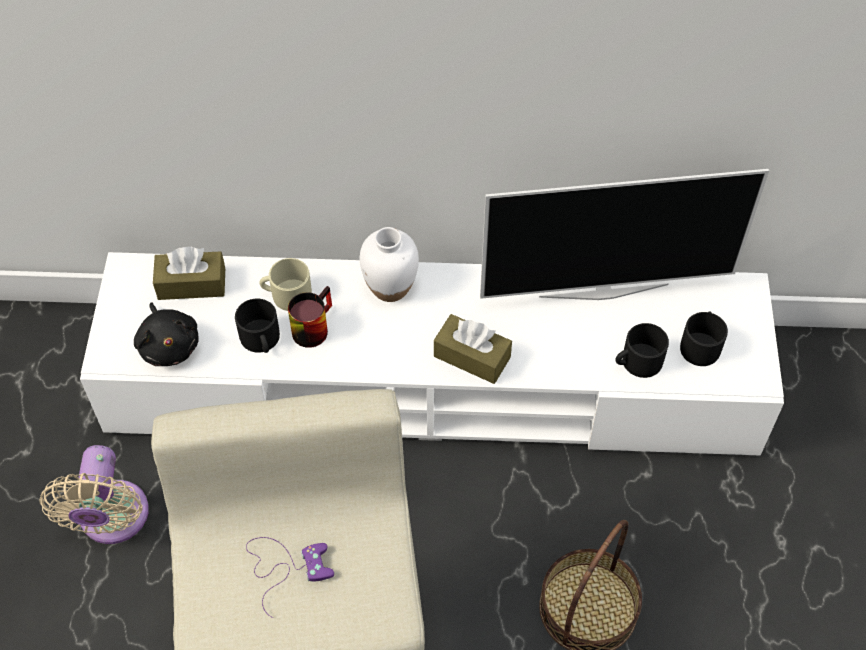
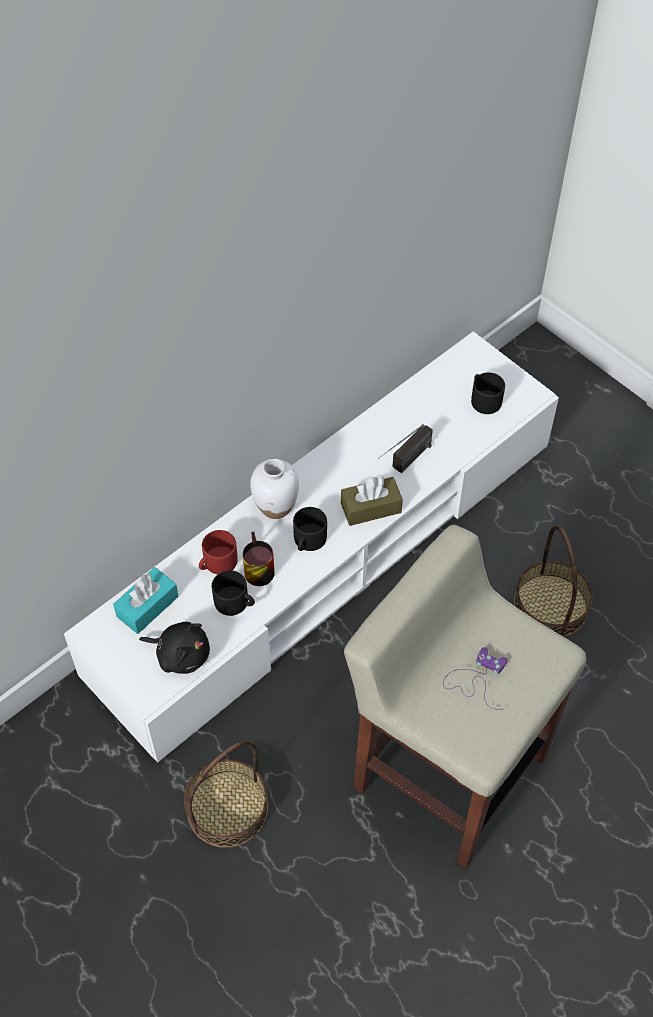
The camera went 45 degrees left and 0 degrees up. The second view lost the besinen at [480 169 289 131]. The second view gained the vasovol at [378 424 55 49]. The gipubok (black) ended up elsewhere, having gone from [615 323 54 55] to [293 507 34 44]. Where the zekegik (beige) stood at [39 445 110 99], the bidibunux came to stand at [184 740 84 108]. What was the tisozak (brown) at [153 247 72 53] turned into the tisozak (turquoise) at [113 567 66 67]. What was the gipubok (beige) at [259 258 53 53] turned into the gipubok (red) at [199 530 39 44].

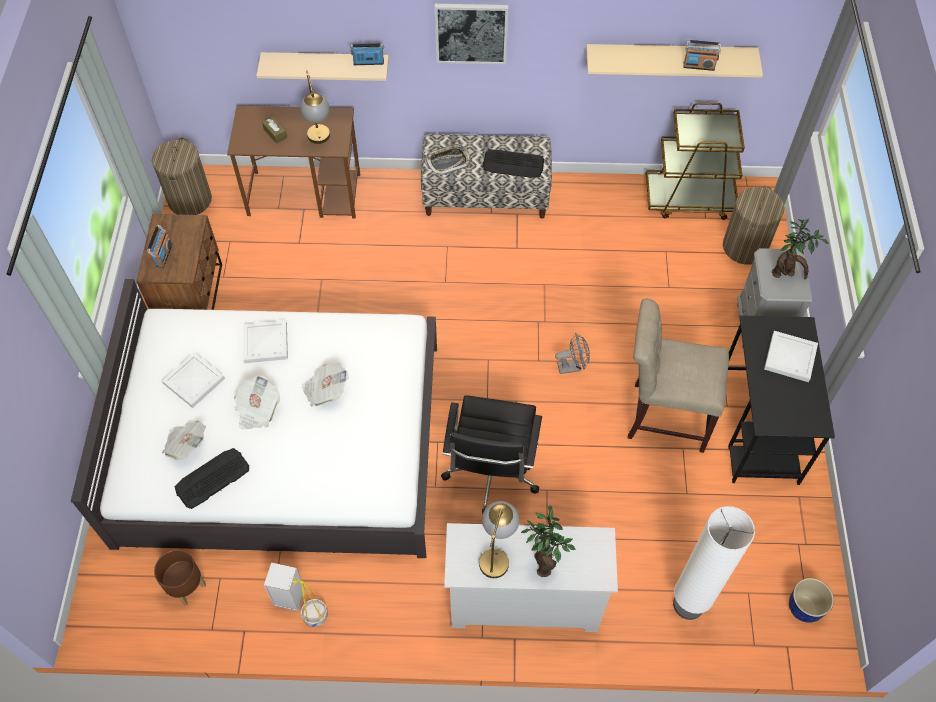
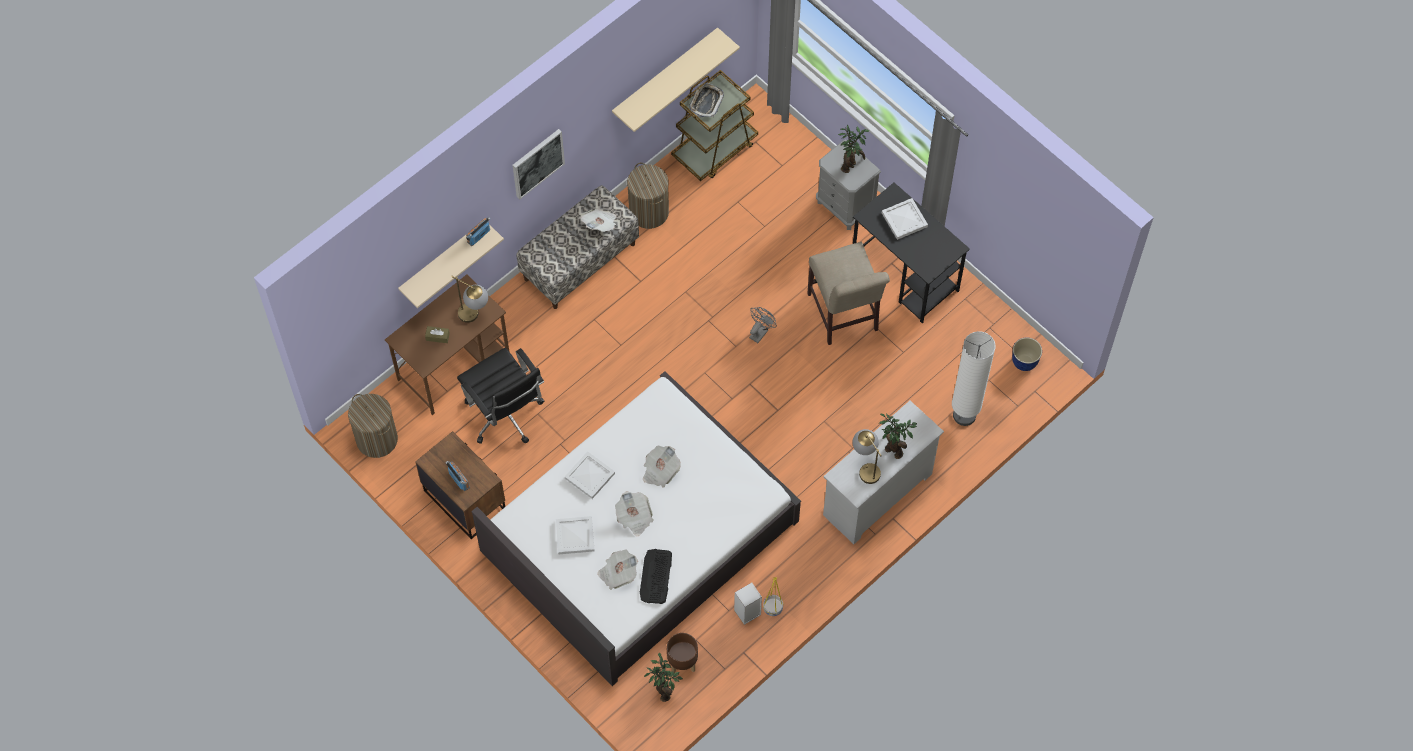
The camera went 45 degrees left and 5 degrees up. The second view lost the vasovol at [683 40 38 31]. The second view gained the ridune at [644 653 39 49]. The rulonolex ended up elsewhere, having gone from [425 143 47 33] to [689 83 35 34]. The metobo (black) ended up elsewhere, having gone from [441 395 101 120] to [457 348 87 96]. The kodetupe ended up elsewhere, having gone from [723 186 62 79] to [627 162 42 67]. Where the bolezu stood at [483 149 61 29], the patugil came to stand at [581 209 36 23]. The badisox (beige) at [628 299 101 154] ended up facing another way, 75 degrees counterclockwise from before.

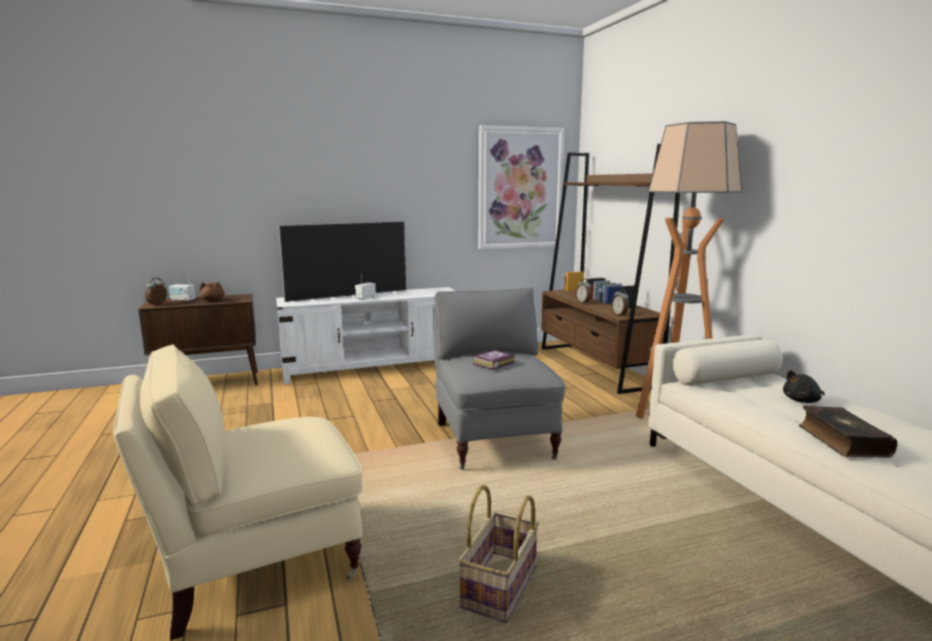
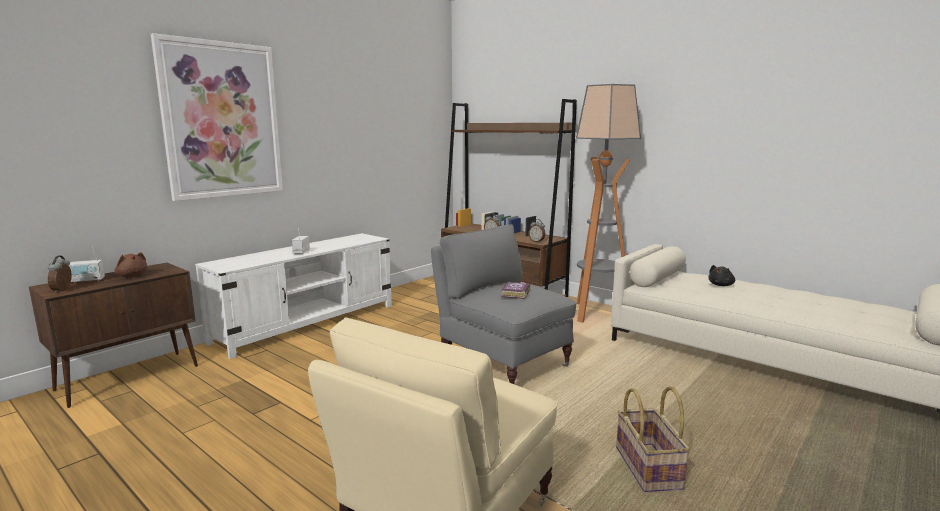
The camera went 30 degrees left and 0 degrees up. The second view lost the besinen at [279 221 127 81]. The second view lost the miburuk at [799 405 98 53]. The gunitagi ended up elsewhere, having gone from [479 125 85 124] to [151 33 132 168].

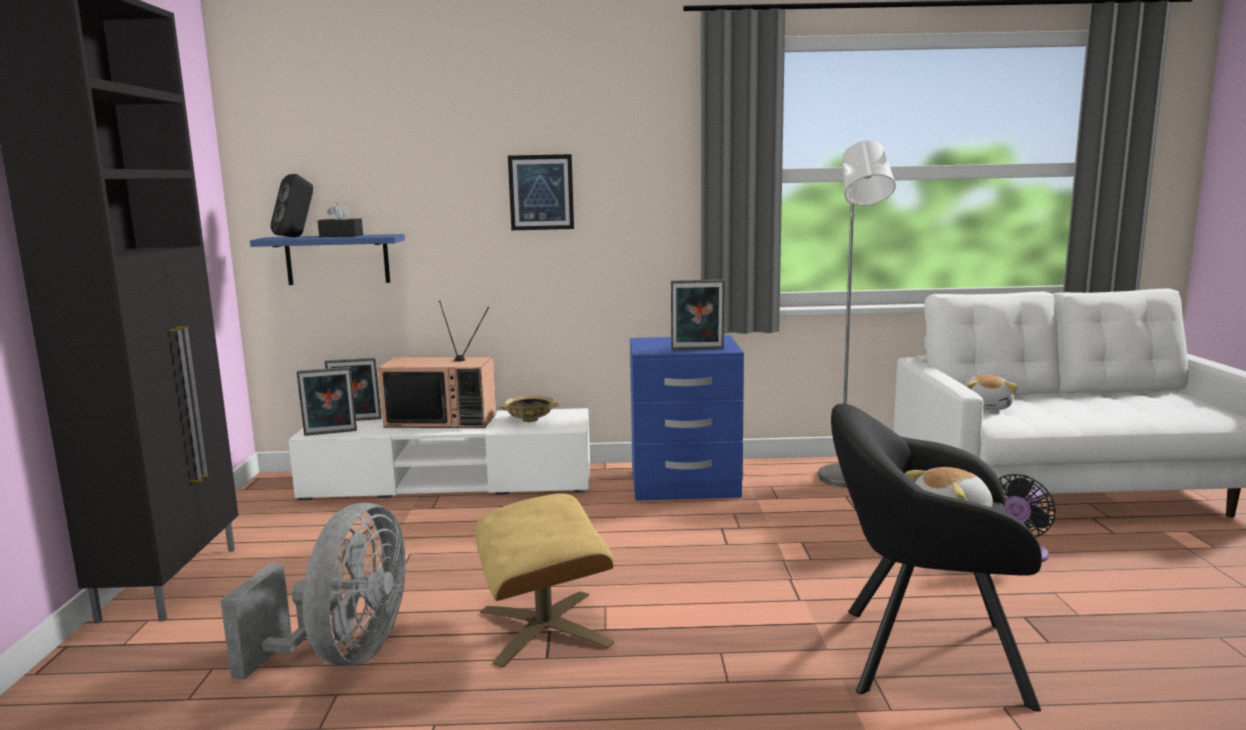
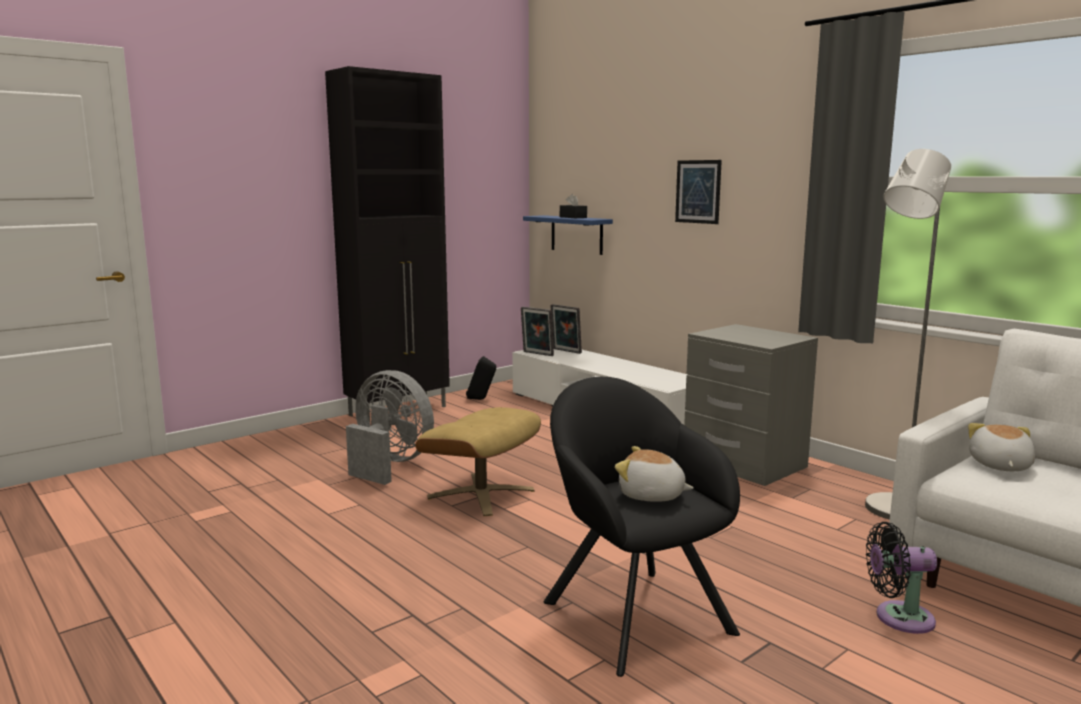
The camera went 50 degrees right and 0 degrees up. The second view lost the besinen at [378 301 118 127]. The second view lost the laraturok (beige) at [499 395 61 27]. The second view lost the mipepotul at [671 280 54 70]. The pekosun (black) ended up elsewhere, having gone from [270 174 43 63] to [466 356 30 44]. What was the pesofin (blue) at [630 336 114 165] turned into the pesofin (grey) at [684 324 134 162]. The zekegik (grey) at [220 503 186 177] ended up facing another way, 120 degrees counterclockwise from before. The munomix at [964 375 54 35] ended up facing another way, 135 degrees clockwise from before.

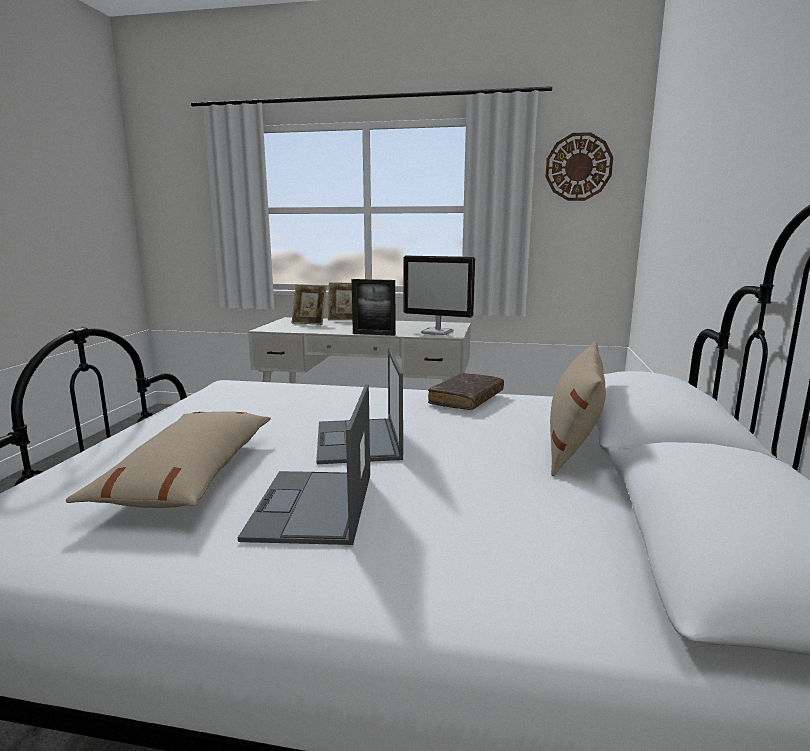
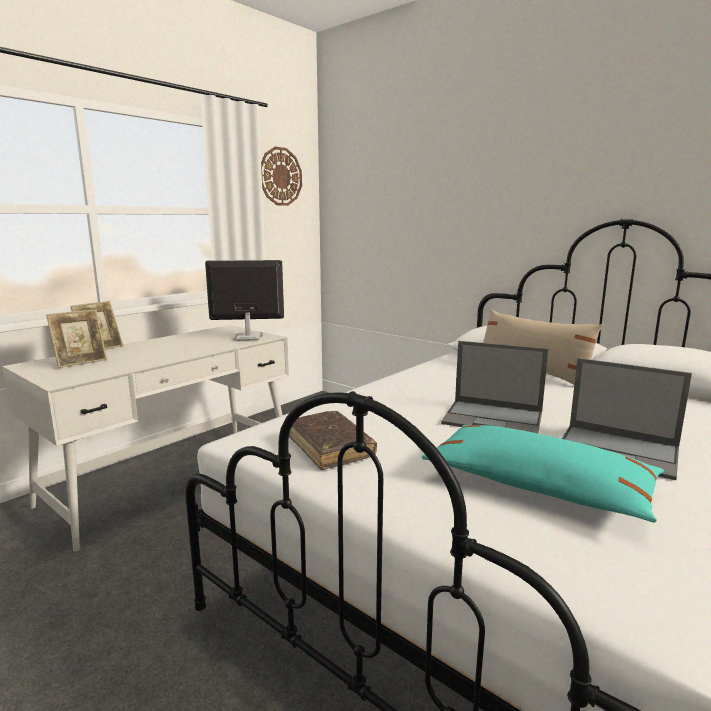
The camera went 60 degrees left and 0 degrees up. The second view lost the mipepotul at [352 279 44 57]. The miburuk (brown) ended up elsewhere, having gone from [428 373 76 37] to [289 411 88 59]. What was the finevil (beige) at [66 411 205 97] turned into the finevil (turquoise) at [422 425 242 97]. The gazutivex at [404 256 71 79] ended up facing another way, 150 degrees counterclockwise from before.

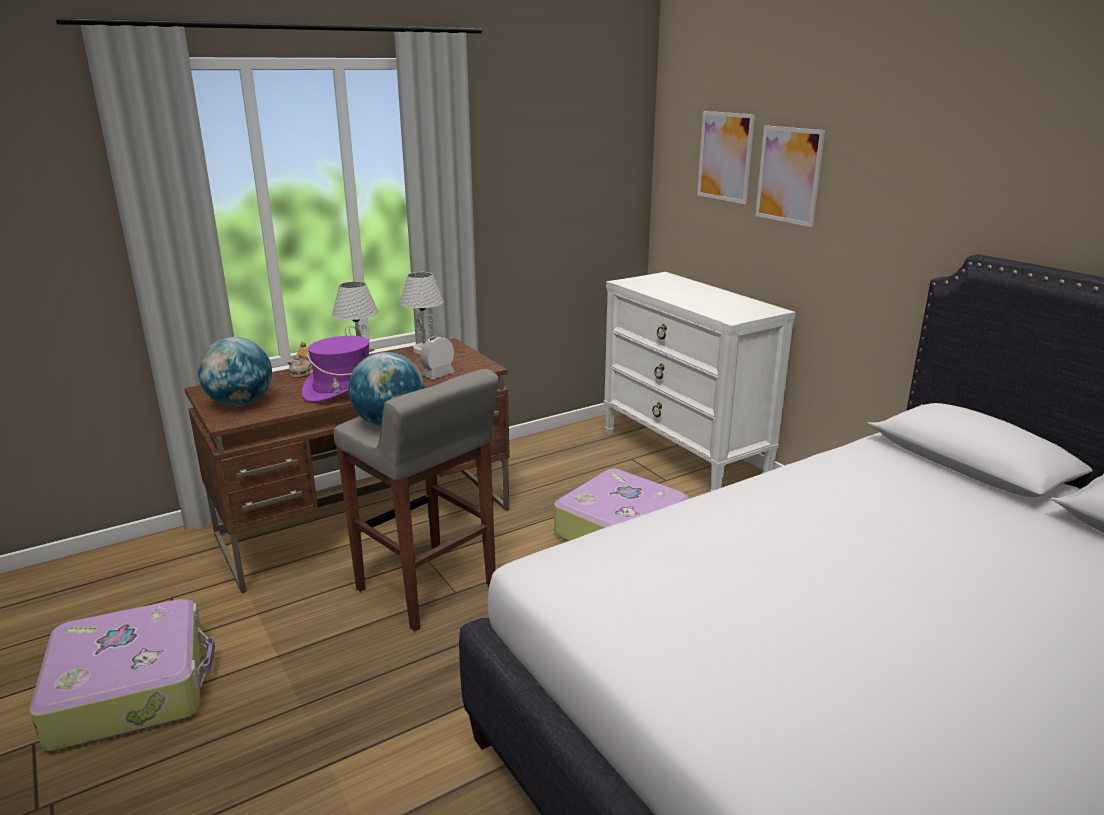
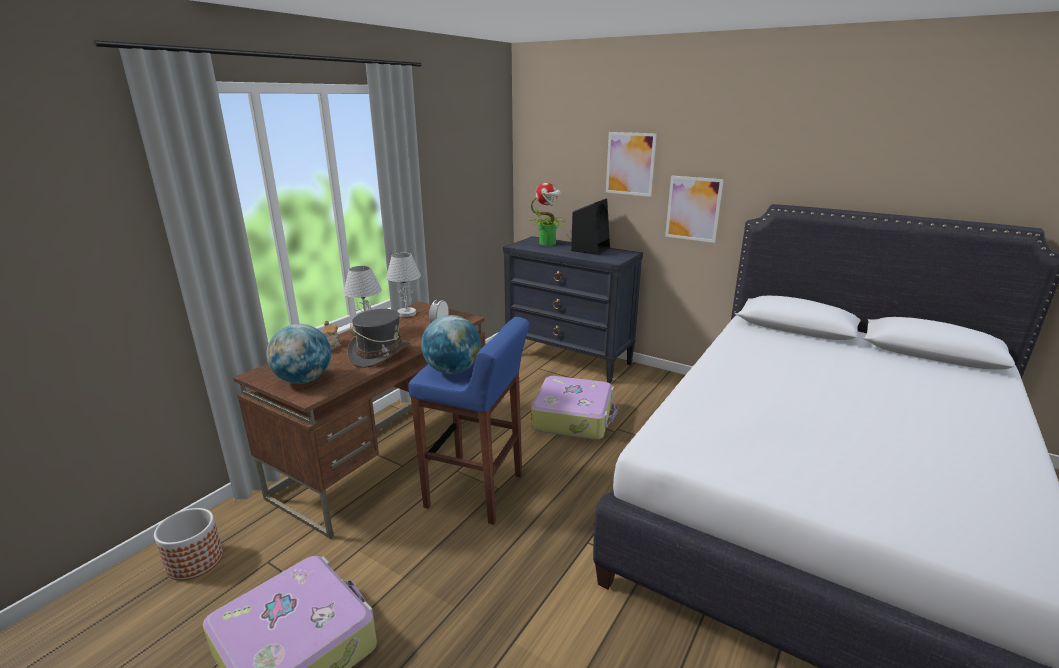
The camera went 25 degrees left and 0 degrees up. The second view gained the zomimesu at [154 508 69 72]. The second view gained the ridune at [529 183 37 63]. The second view gained the pekosun (black) at [571 198 39 57]. The gunitagi ended up elsewhere, having gone from [697 111 58 93] to [665 176 59 67]. What was the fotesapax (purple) at [302 336 73 66] turned into the fotesapax (grey) at [347 309 64 59]. What was the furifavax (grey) at [333 369 166 262] turned into the furifavax (blue) at [408 317 121 208]. What was the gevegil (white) at [603 272 193 219] turned into the gevegil (black) at [503 236 140 147].

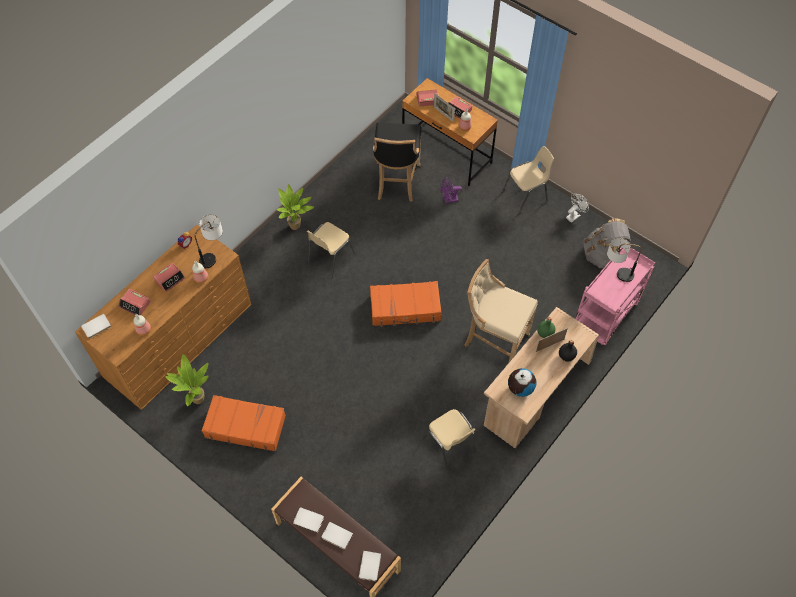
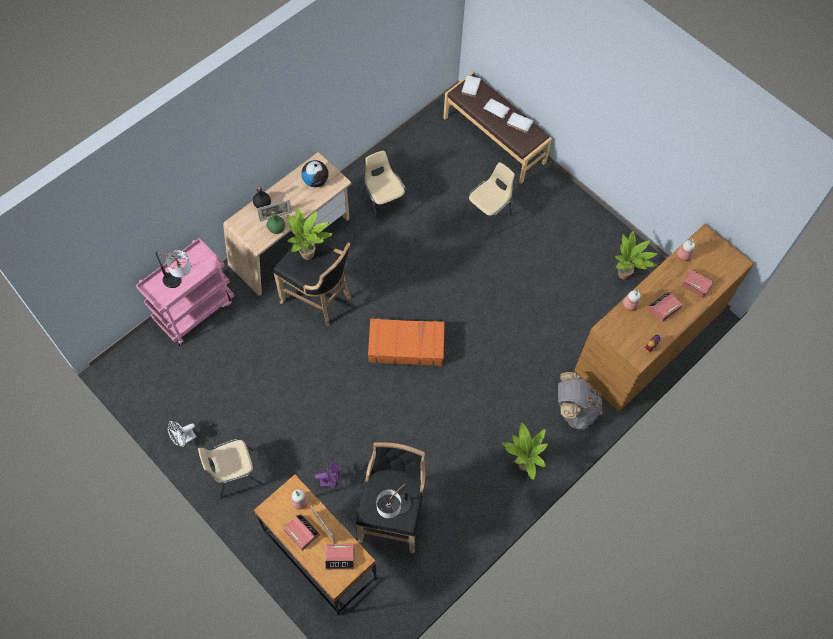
The camera went 175 degrees left and 5 degrees up. The second view lost the miburuk (white) at [81 314 30 25]. The second view lost the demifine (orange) at [202 395 84 57]. The second view gained the ridune at [287 207 45 53]. The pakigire ended up elsewhere, having gone from [195 214 28 54] to [376 483 36 36]. The badisox (beige) ended up elsewhere, having gone from [307 222 49 56] to [461 162 54 78]. The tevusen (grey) ended up elsewhere, having gone from [583 218 48 50] to [558 372 45 58]. What was the furifavax (beige) at [465 259 73 103] turned into the furifavax (black) at [273 235 78 91].

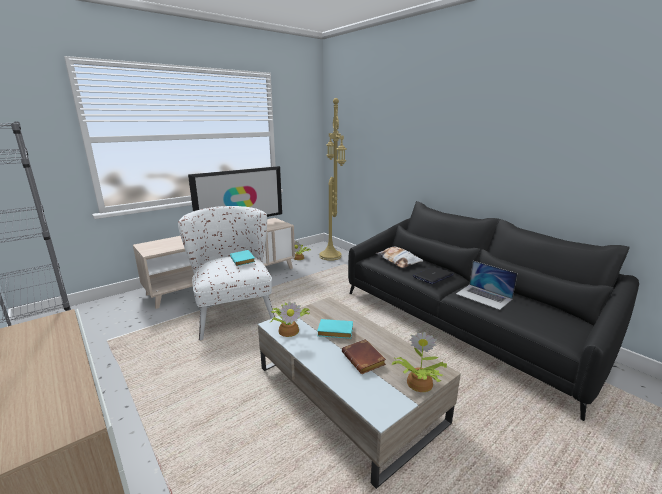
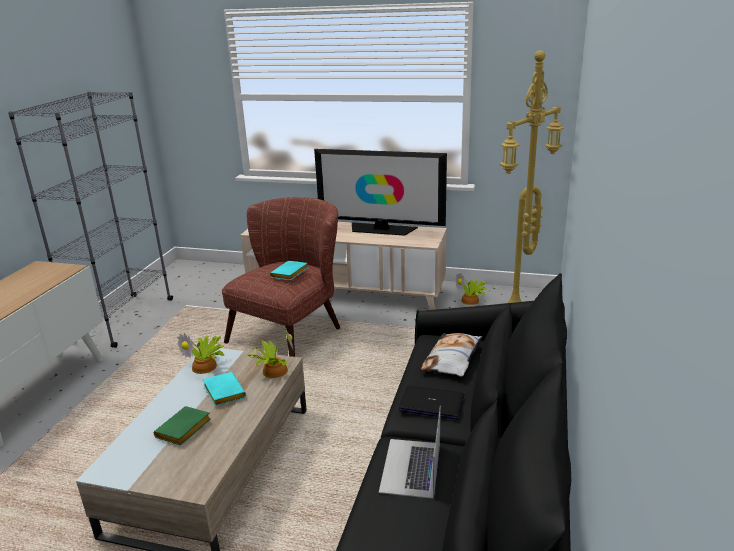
The camera went 55 degrees right and 5 degrees up. The ridune ended up elsewhere, having gone from [392 332 55 60] to [248 326 46 52]. What was the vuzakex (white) at [178 206 97 134] turned into the vuzakex (brown) at [222 197 118 160]. What was the miburuk (brown) at [342 339 44 35] turned into the miburuk (green) at [154 406 57 40].

